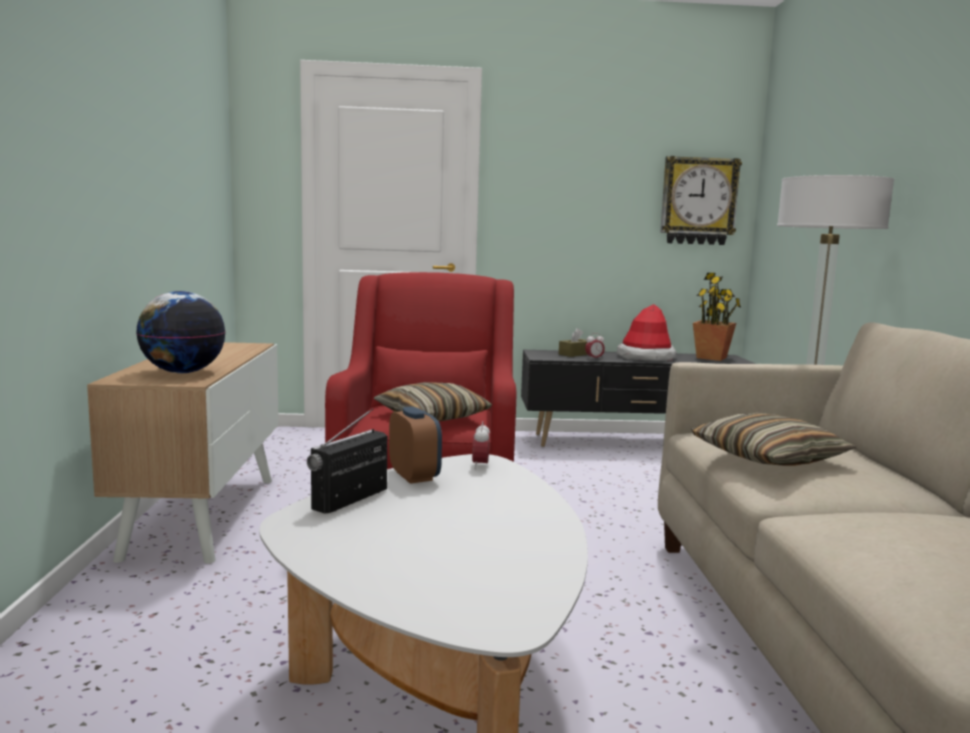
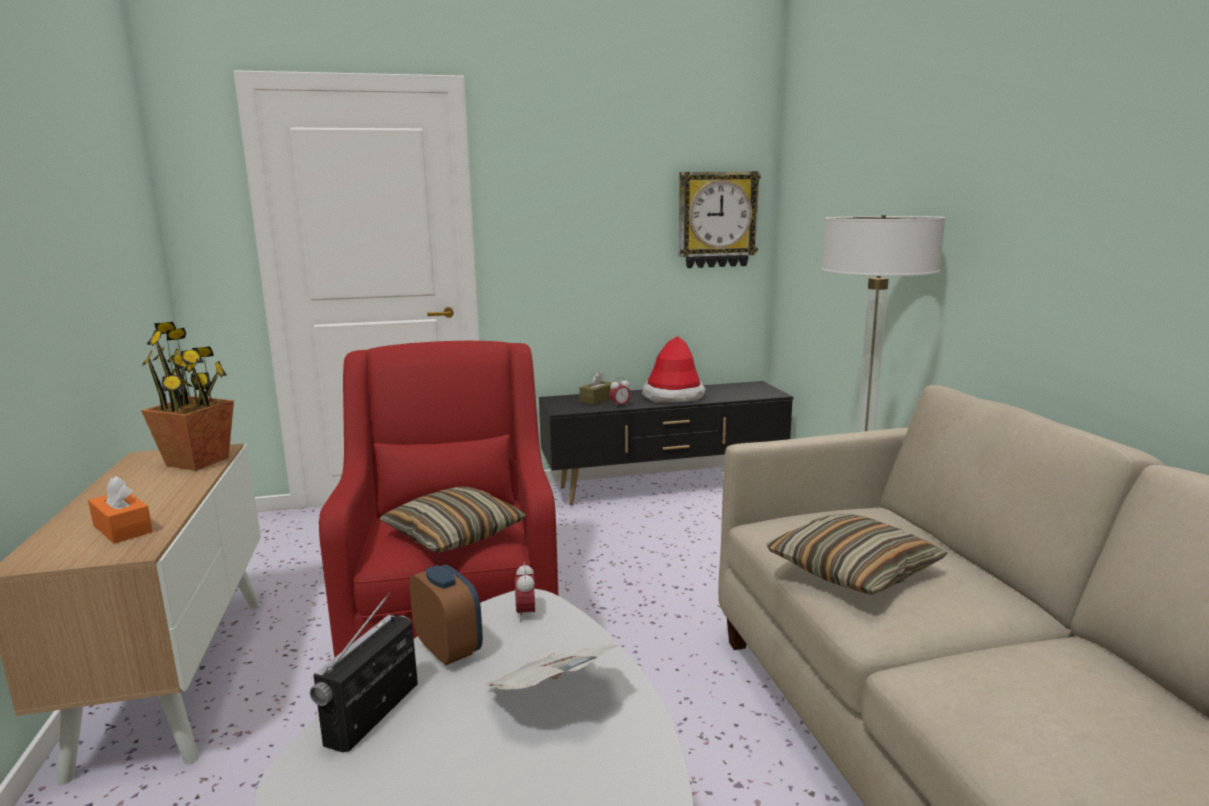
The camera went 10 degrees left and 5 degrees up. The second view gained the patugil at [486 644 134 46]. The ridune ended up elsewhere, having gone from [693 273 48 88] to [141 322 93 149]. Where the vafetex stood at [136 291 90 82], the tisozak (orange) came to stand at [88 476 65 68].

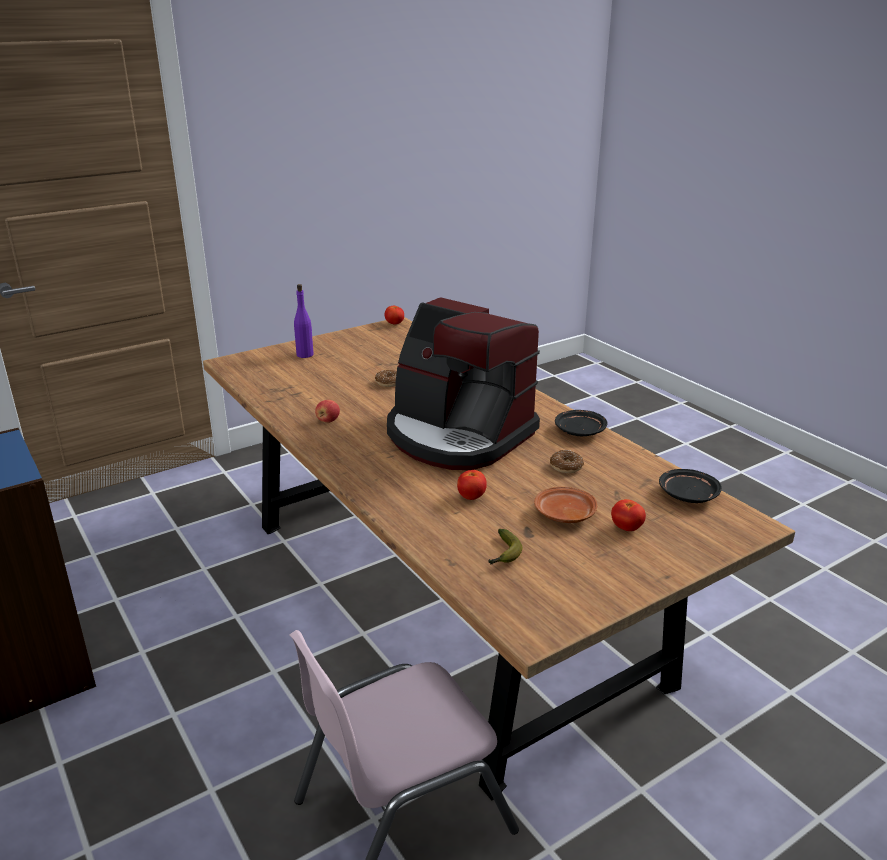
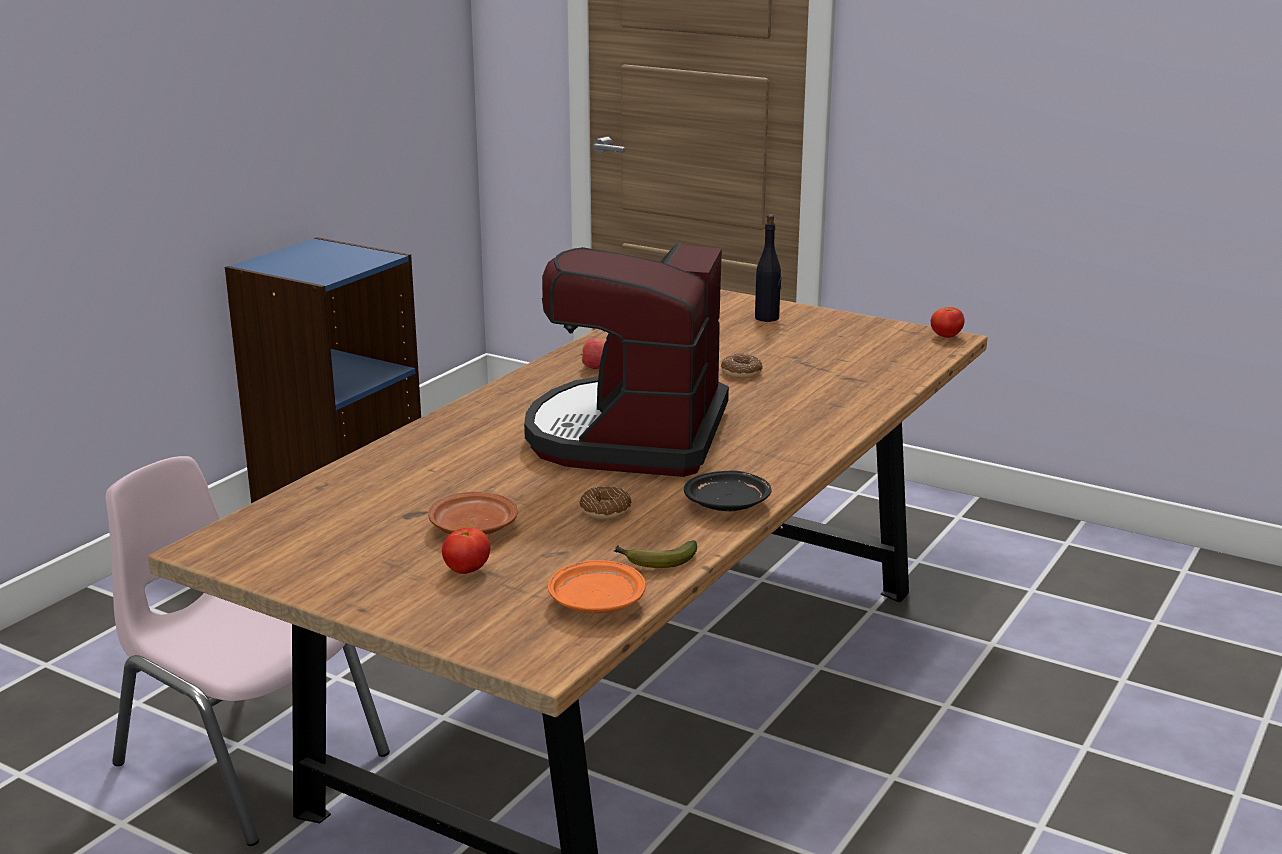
The camera went 65 degrees right and 5 degrees down. The second view lost the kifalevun at [457 470 30 30]. The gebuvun ended up elsewhere, having gone from [489 529 33 36] to [614 540 83 28]. What was the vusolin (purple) at [294 284 20 74] turned into the vusolin (black) at [755 214 27 108]. What was the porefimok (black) at [659 469 63 34] turned into the porefimok (orange) at [548 560 98 53].

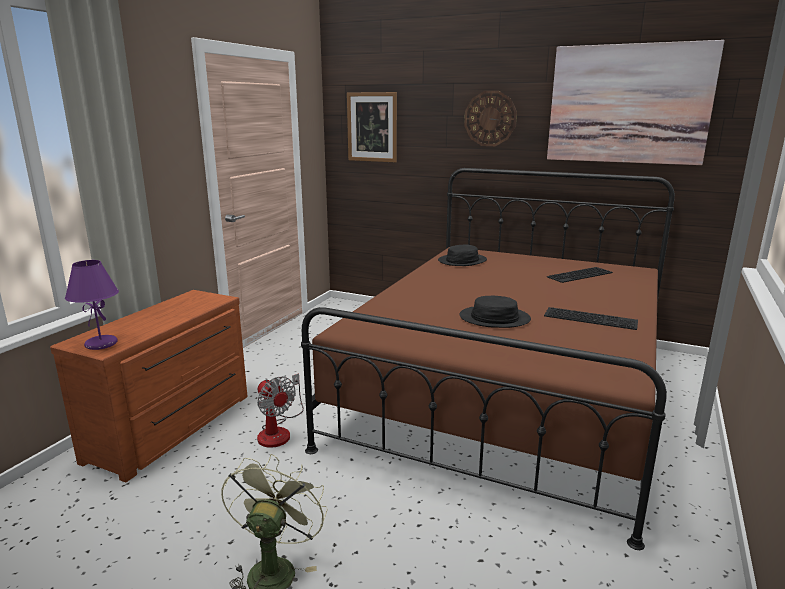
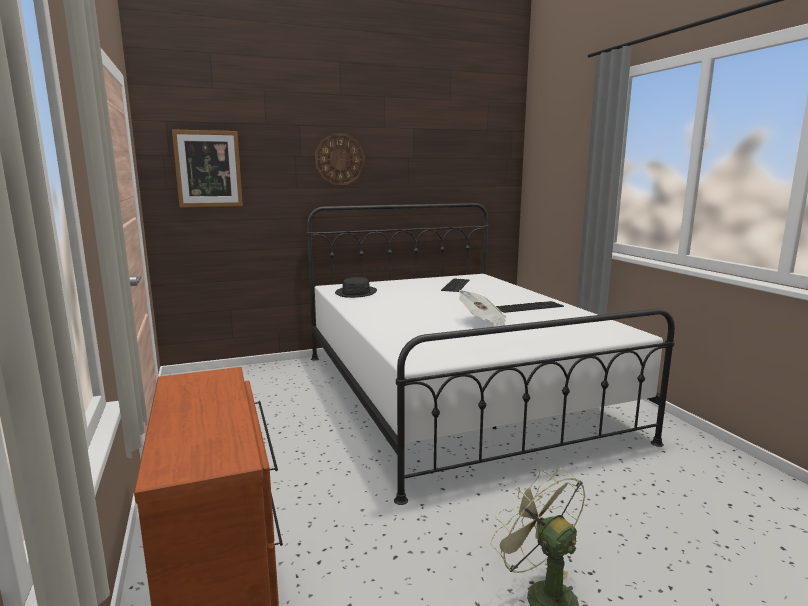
The camera went 45 degrees left and 5 degrees down. The second view lost the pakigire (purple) at [65 260 54 90]. The second view lost the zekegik at [257 373 47 75]. The second view lost the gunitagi at [547 40 178 125]. Where the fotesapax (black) stood at [460 296 71 32], the patugil came to stand at [459 290 47 36]. What was the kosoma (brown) at [301 168 374 382] turned into the kosoma (white) at [307 203 368 302].

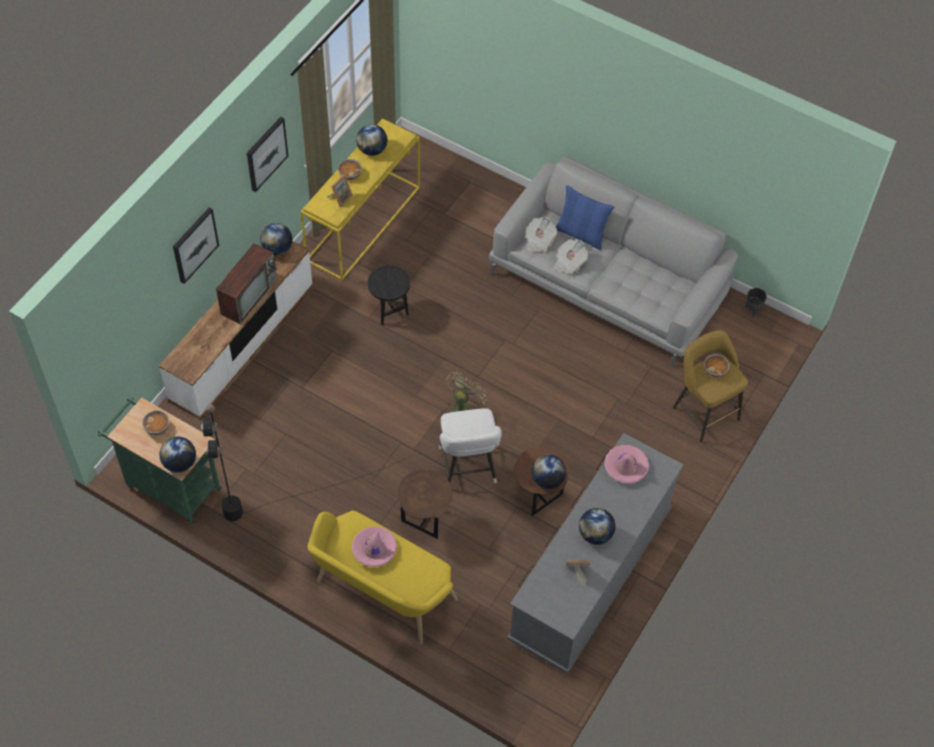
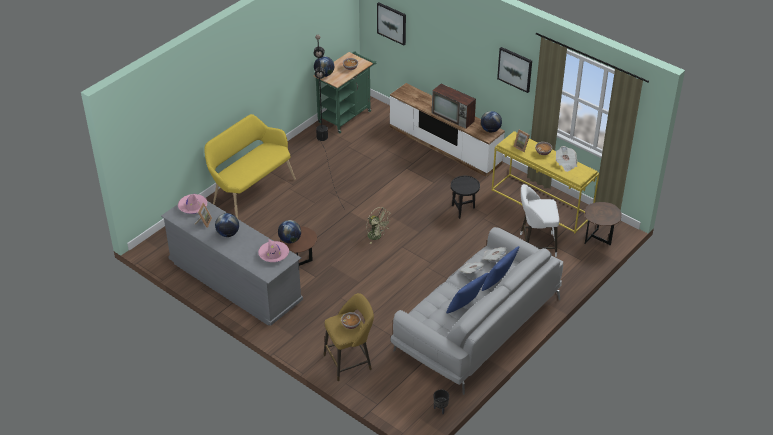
The camera went 100 degrees right and 15 degrees down. The second view gained the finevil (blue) at [446 273 43 40]. The gunitagi ended up elsewhere, having gone from [173 208 46 76] to [377 2 29 43]. The fotesapax (pink) ended up elsewhere, having gone from [352 526 45 41] to [178 194 29 20]. The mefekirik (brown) ended up elsewhere, having gone from [398 470 54 69] to [585 202 37 43]. The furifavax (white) ended up elsewhere, having gone from [439 408 63 75] to [520 184 39 73]. Where the vafetex stood at [356 124 31 32], the patugil came to stand at [556 146 21 26].

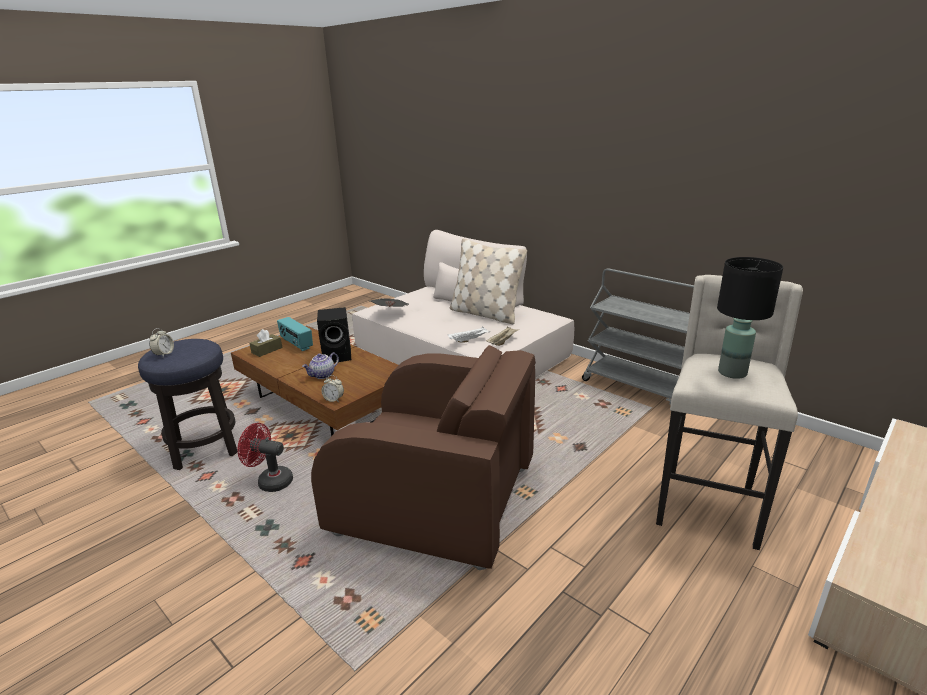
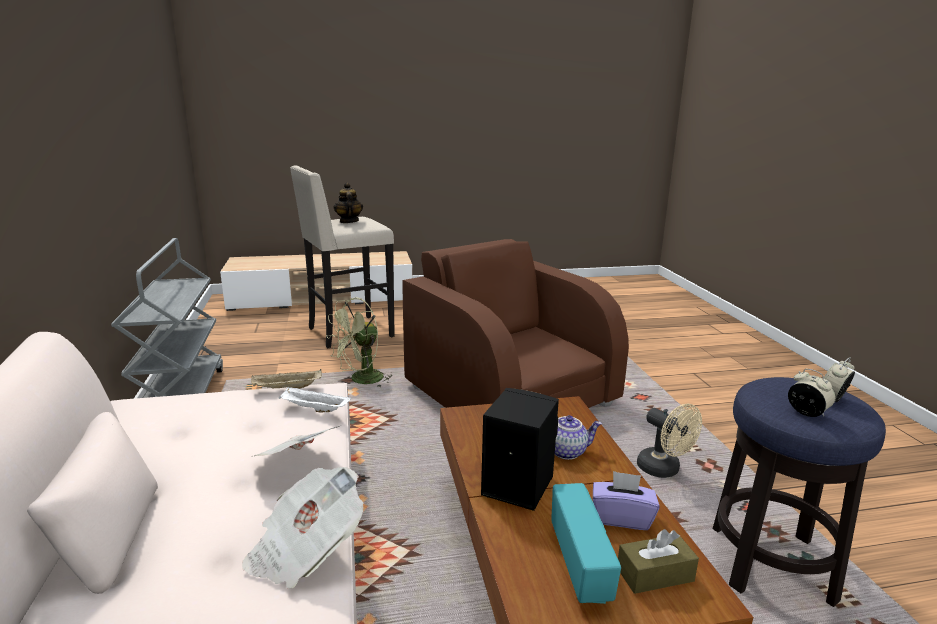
The camera went 145 degrees left and 5 degrees down. The second view lost the finevil (beige) at [449 238 78 86]. The second view gained the patugil at [252 426 87 31]. The second view gained the zekegik (green) at [326 297 66 90]. The second view gained the tisozak (purple) at [593 471 66 59]. The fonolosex ended up elsewhere, having gone from [321 375 23 27] to [788 369 47 48]. Where the pakigire (black) stood at [717 257 66 122], the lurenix came to stand at [334 183 29 40]. What was the zekegik (red) at [238 423 55 69] turned into the zekegik (beige) at [637 404 65 74].

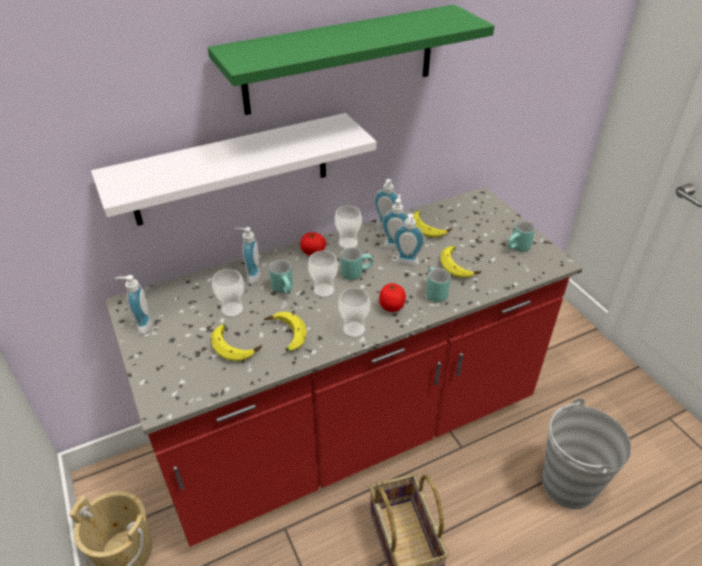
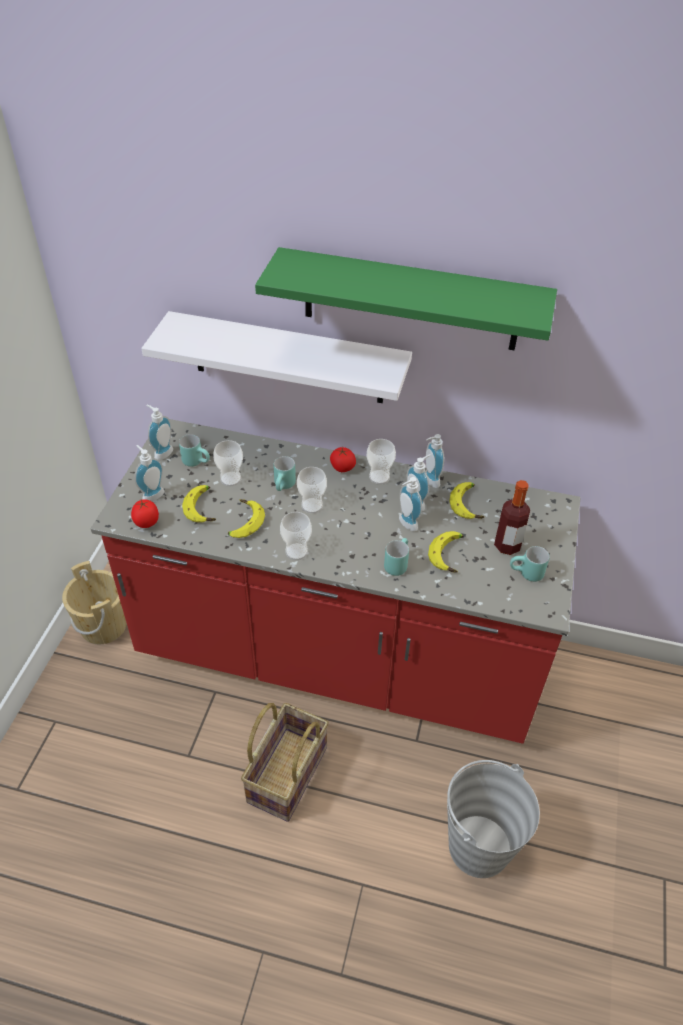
The camera went 40 degrees right and 5 degrees up. The second view gained the vusolin at [494 480 36 75]. The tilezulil ended up elsewhere, having gone from [234 227 26 57] to [135 445 30 57]. The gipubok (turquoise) ended up elsewhere, having gone from [341 247 32 33] to [179 434 31 33]. The kifalevun ended up elsewhere, having gone from [379 283 27 29] to [131 499 28 29].

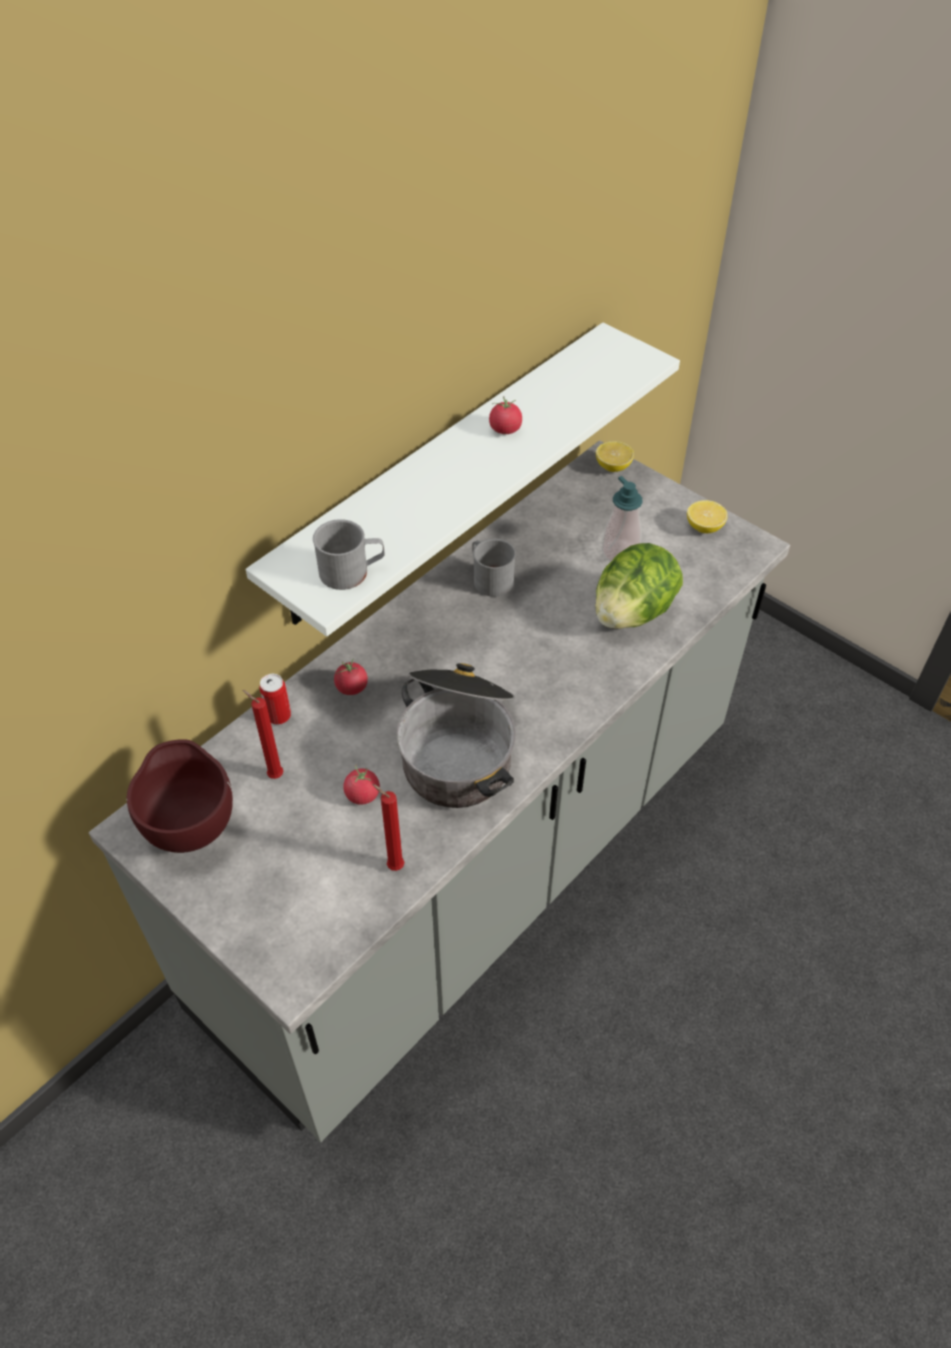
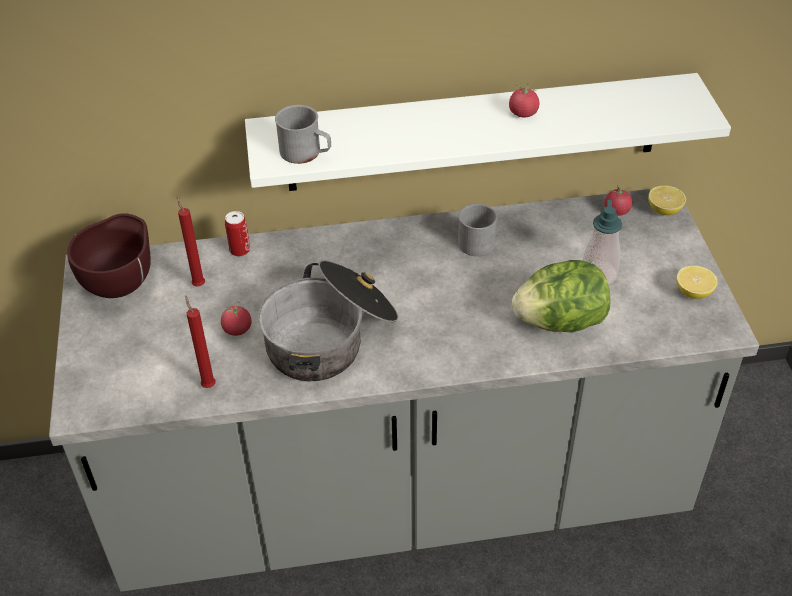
The camera went 40 degrees right and 5 degrees down. The kifalevun ended up elsewhere, having gone from [334 658 34 37] to [604 185 28 31].

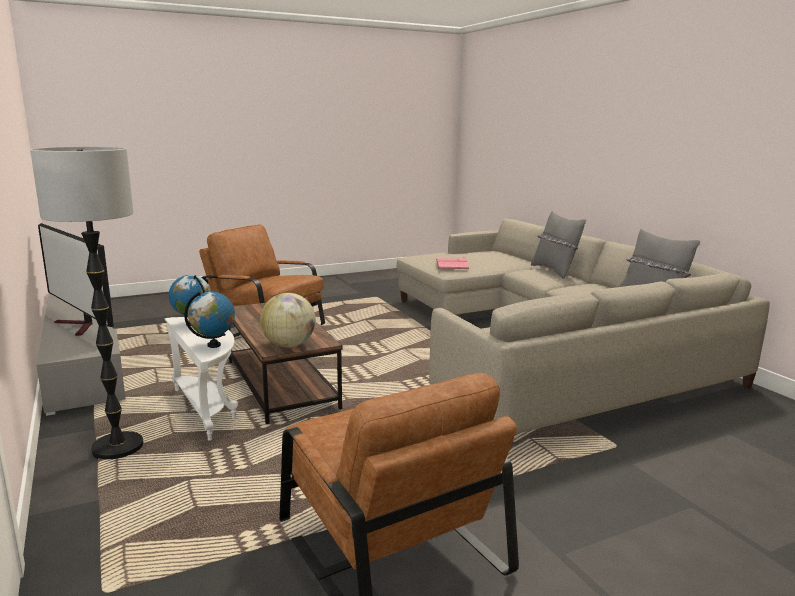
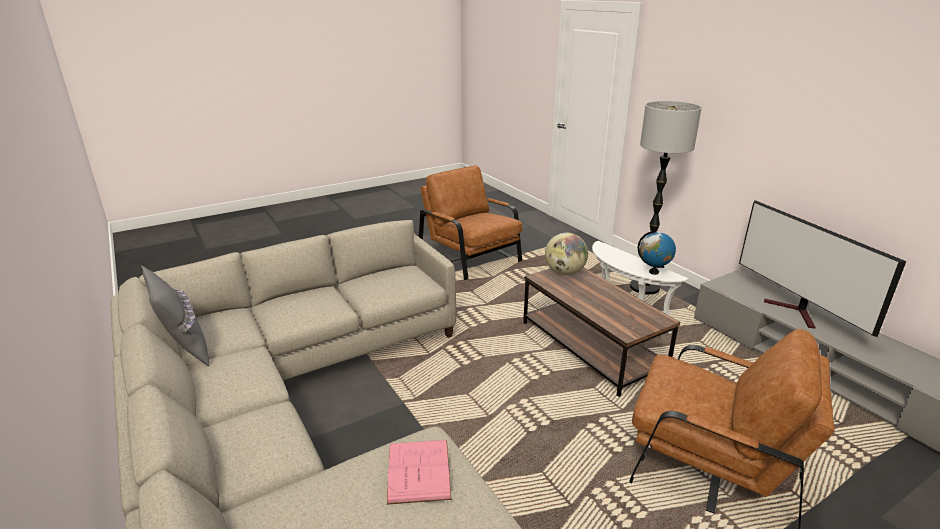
The camera went 175 degrees right and 10 degrees up. The second view lost the vafetex at [184 292 51 56]. The second view lost the finevil (grey) at [531 211 55 68]. The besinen at [38 223 76 113] ended up facing another way, 150 degrees counterclockwise from before.

